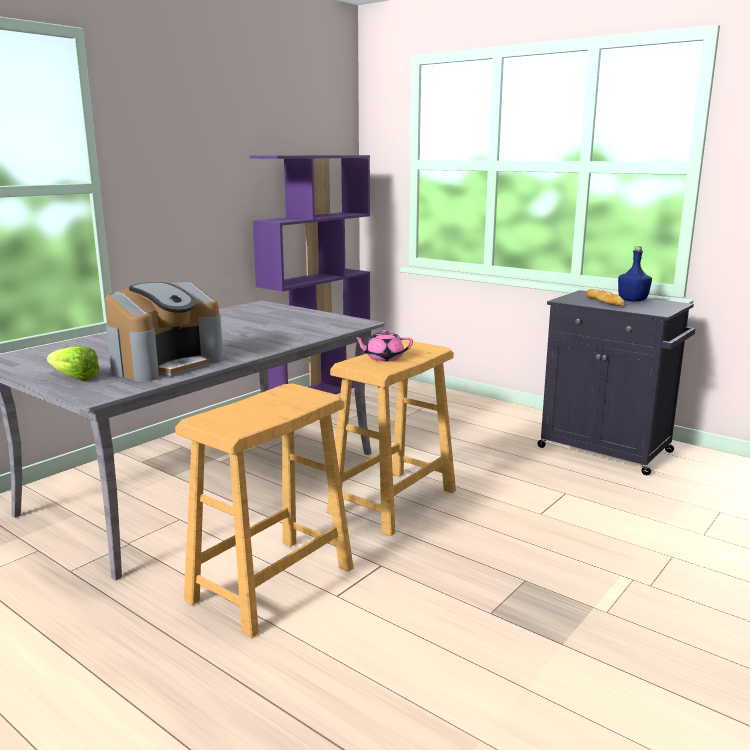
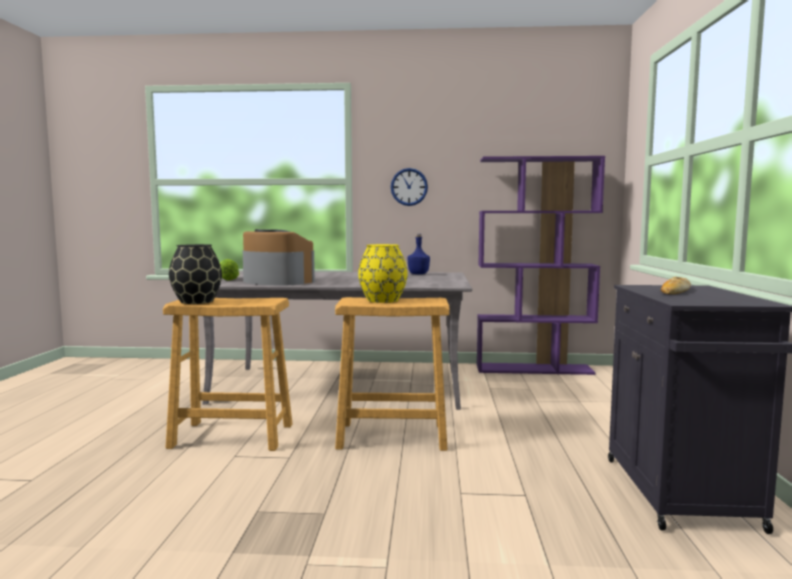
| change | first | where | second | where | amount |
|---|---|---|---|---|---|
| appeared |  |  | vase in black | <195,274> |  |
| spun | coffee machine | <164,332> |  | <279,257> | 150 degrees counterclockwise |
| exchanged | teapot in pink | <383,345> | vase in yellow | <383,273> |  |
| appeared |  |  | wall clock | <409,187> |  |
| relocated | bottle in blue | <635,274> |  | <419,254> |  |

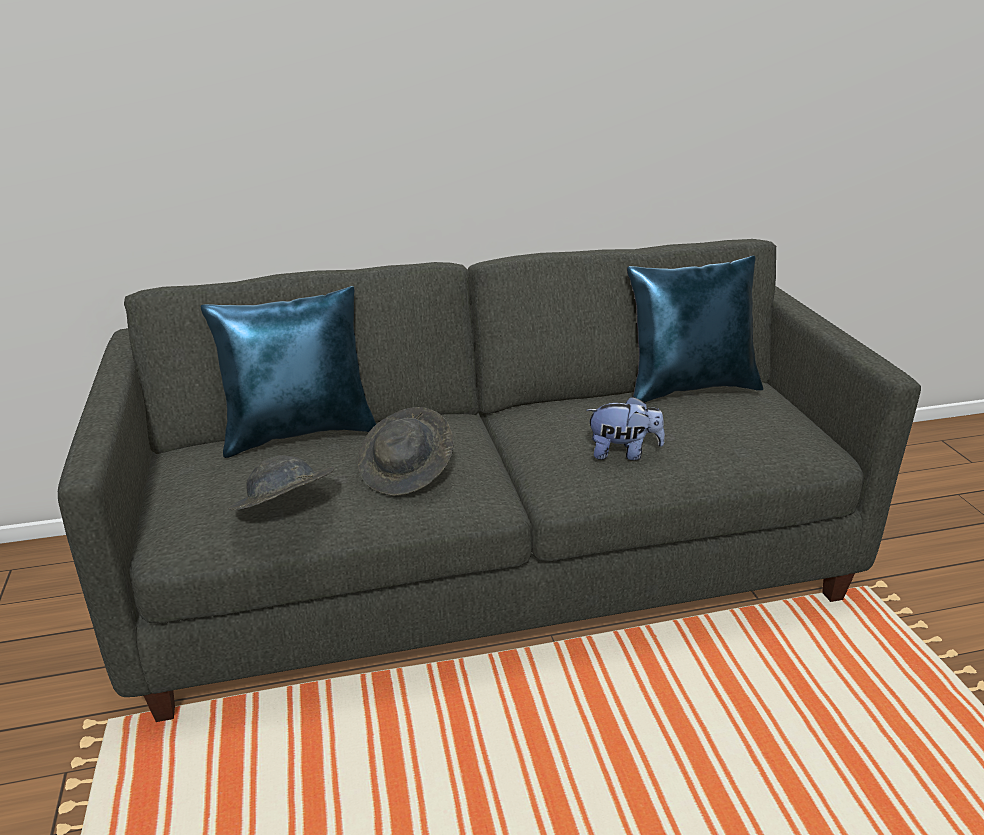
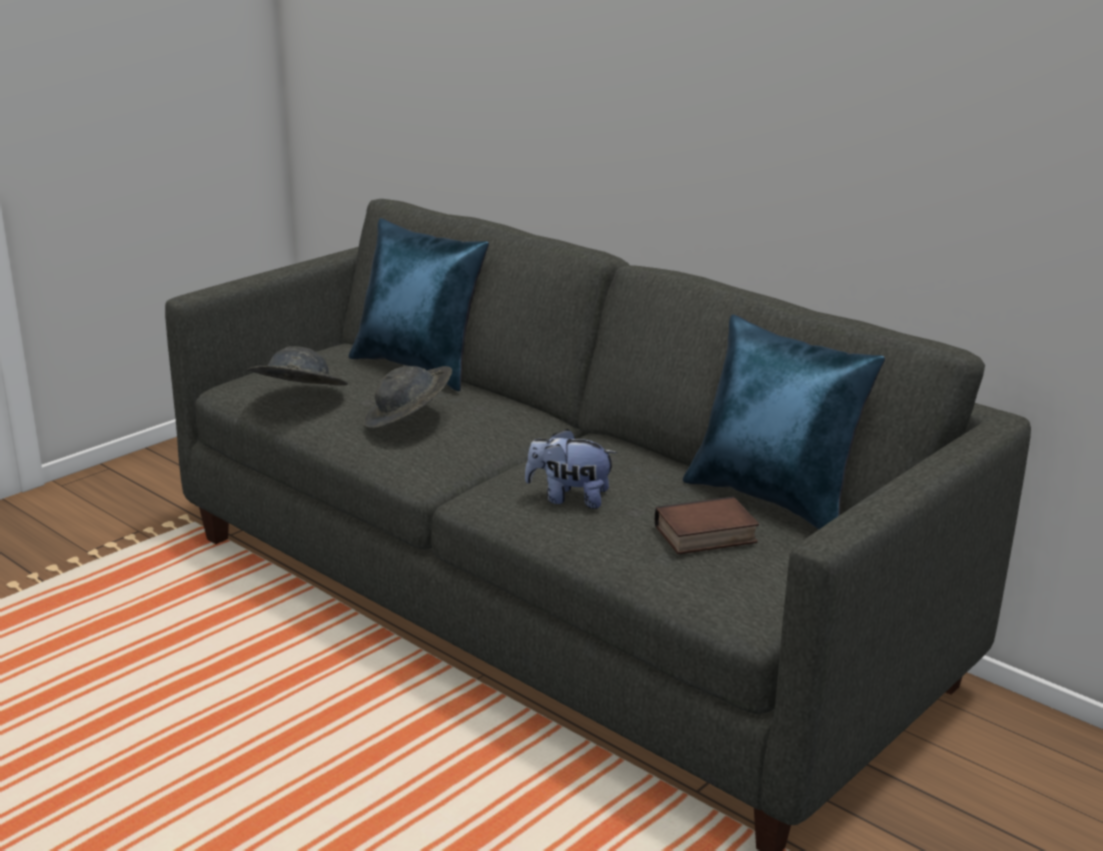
| change | first | where | second | where | amount |
|---|---|---|---|---|---|
| spun | plush toy | <625,428> |  | <571,469> | 135 degrees clockwise |
| appeared |  |  | book | <707,526> |  |

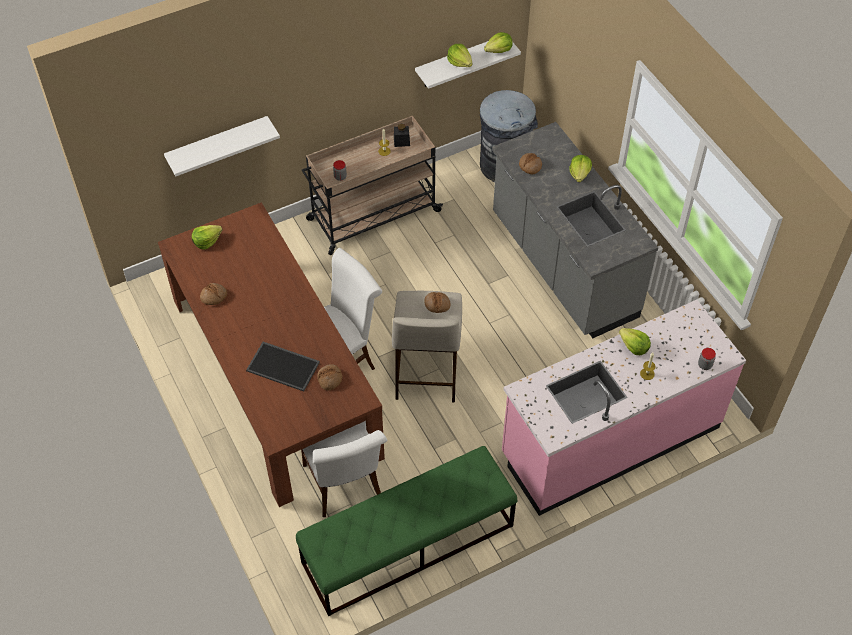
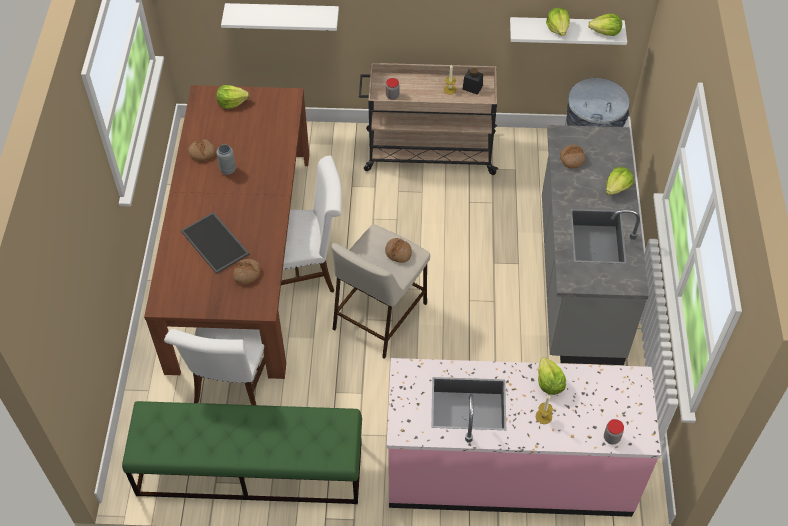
| change | first | where | second | where | amount |
|---|---|---|---|---|---|
| appeared |  |  | vase in grey | <226,159> |  |

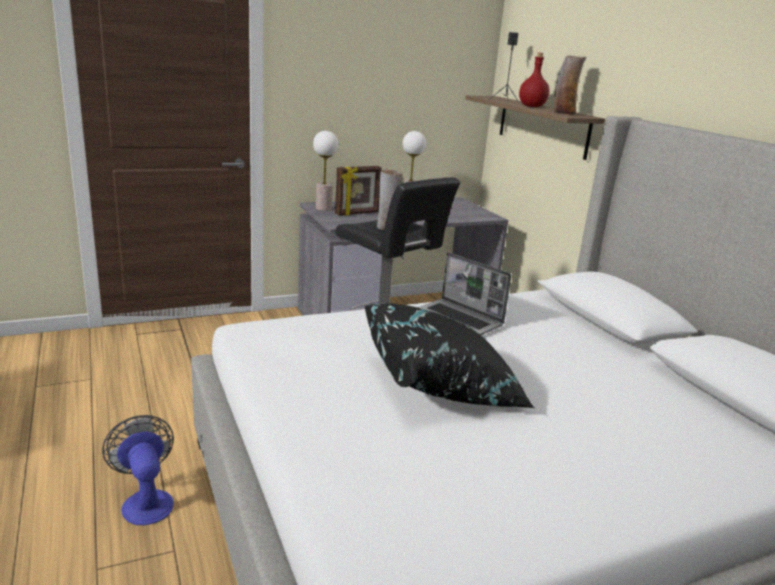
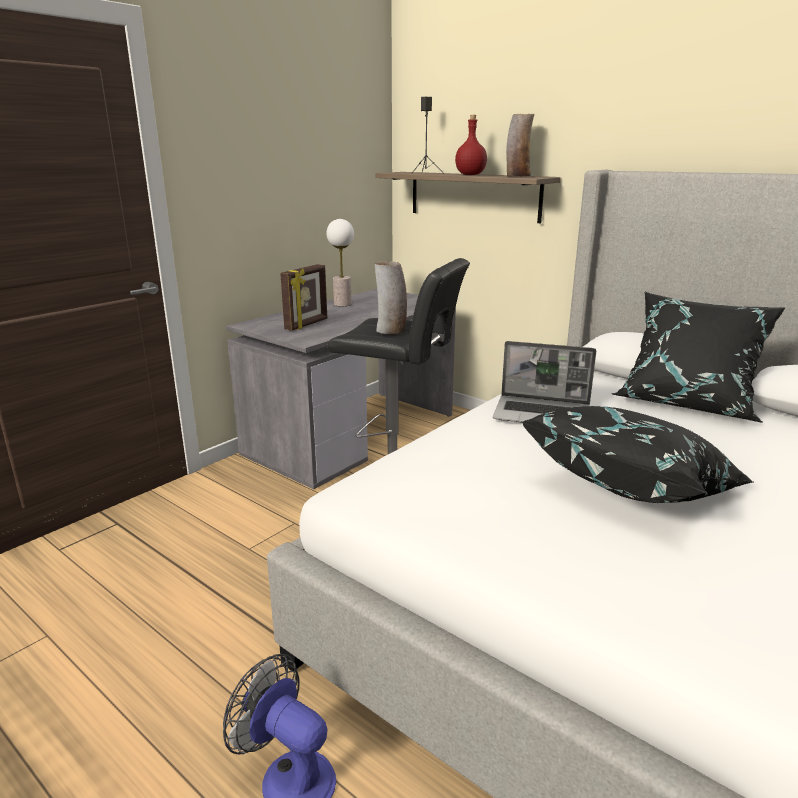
| change | first | where | second | where | amount |
|---|---|---|---|---|---|
| appeared |  |  | pillow in black | <698,357> |  |
| missing | table lamp | <326,171> |  |  |  |

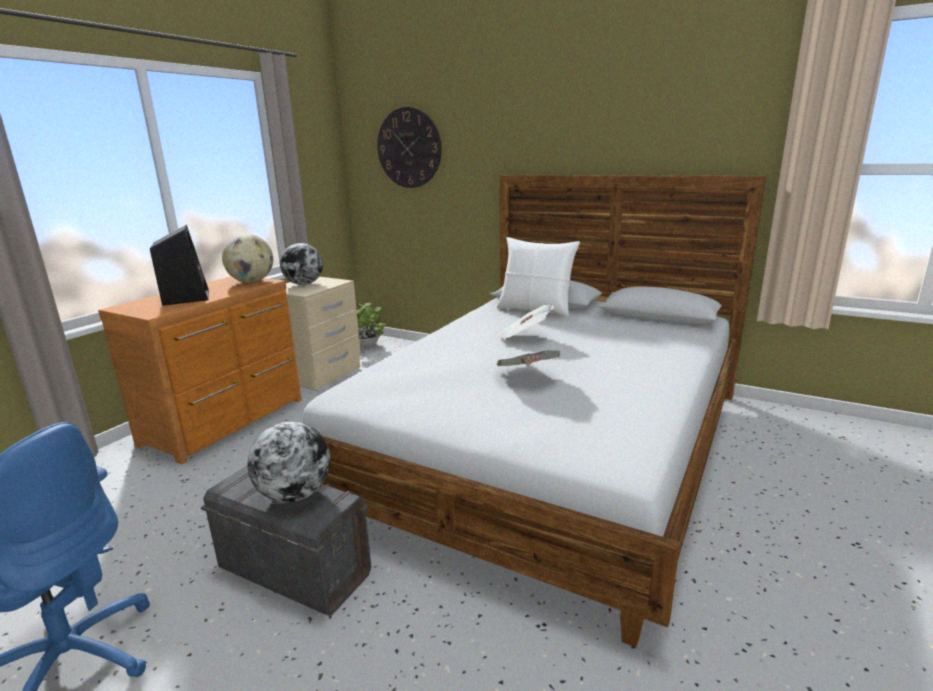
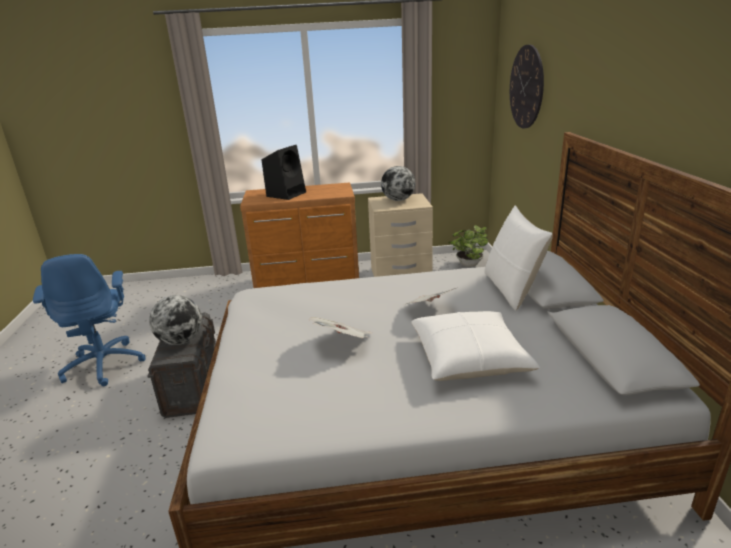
| change | first | where | second | where | amount |
|---|---|---|---|---|---|
| appeared |  |  | pillow in white | <475,346> |  |
| missing | globe | <247,258> |  |  |  |

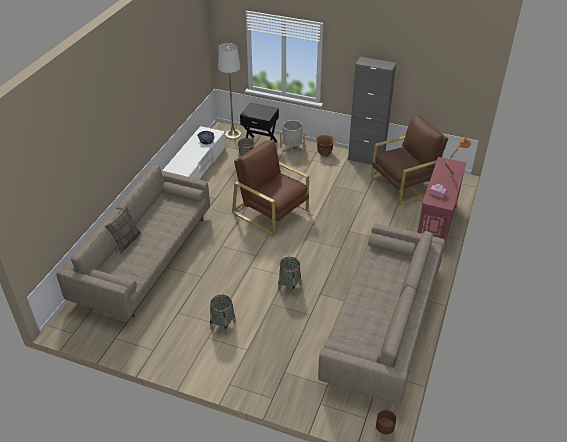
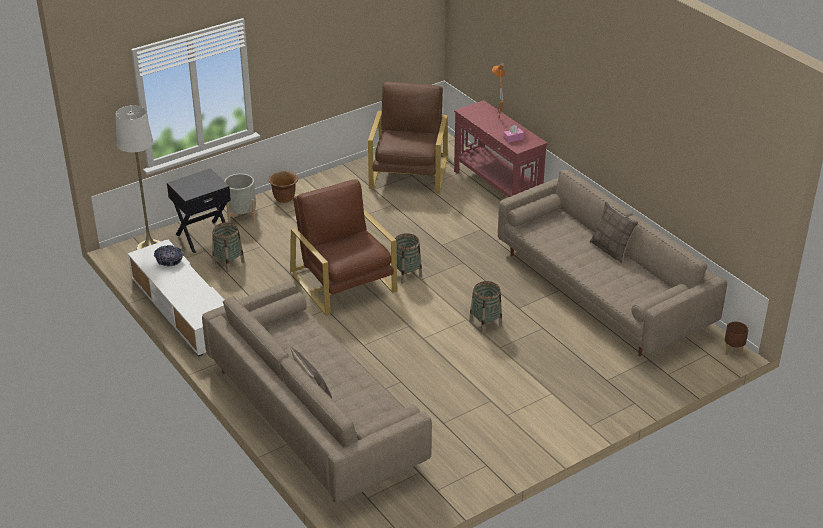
| change | first | where | second | where | amount |
|---|---|---|---|---|---|
| spun | armchair in brown | <270,188> |  | <343,247> | 75 degrees clockwise |
| relocated | basket | <223,315> |  | <408,258> |  |
| appeared |  |  | pillow | <614,232> |  |
| missing | cabinet in grey | <372,111> |  |  |  |

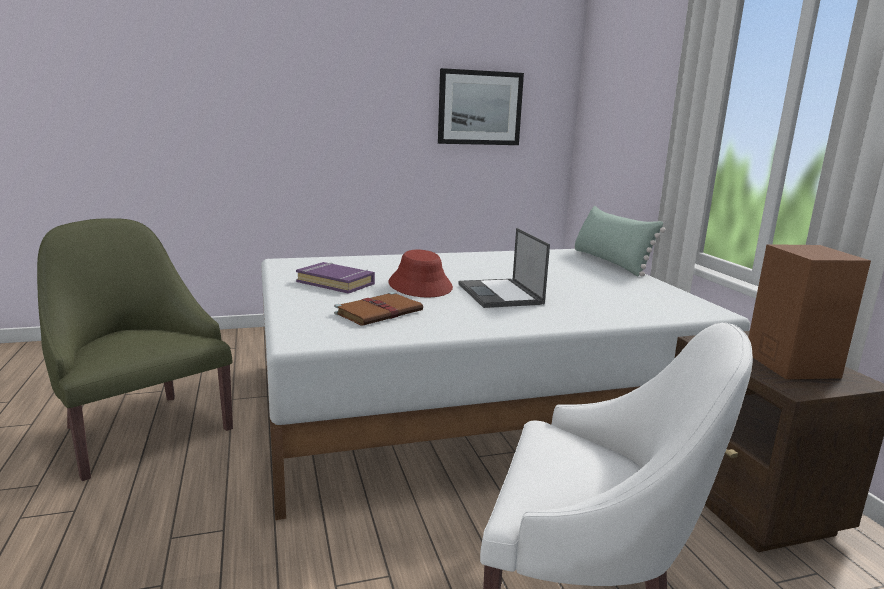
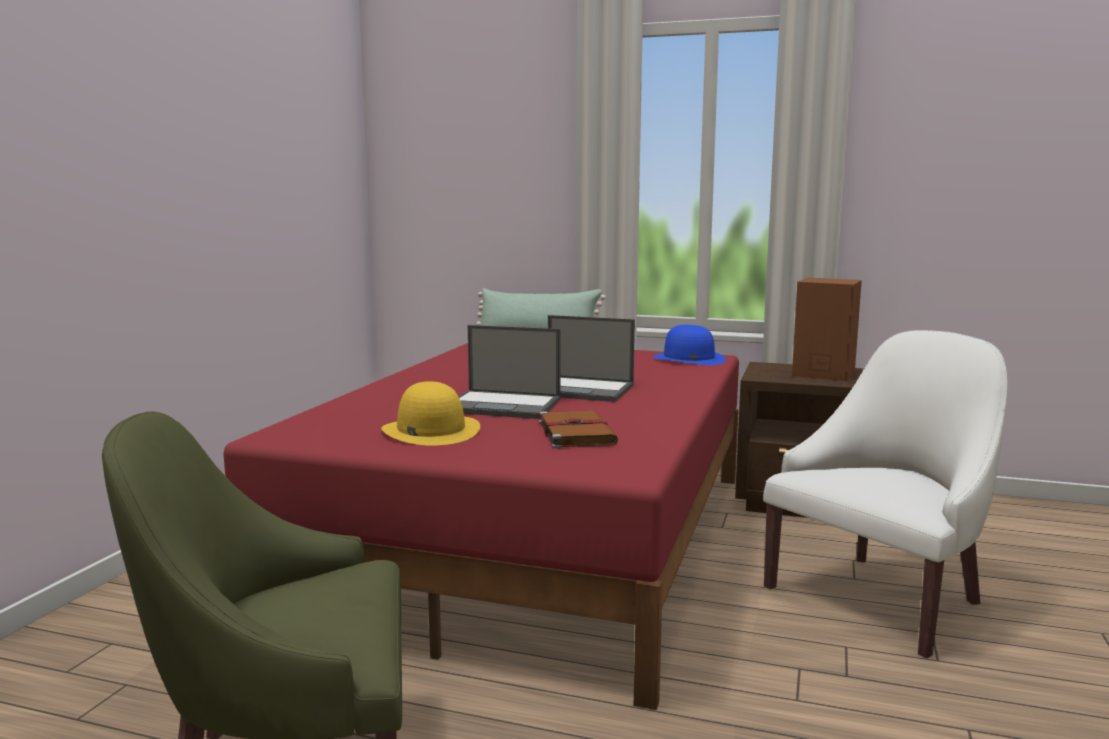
| change | first | where | second | where | amount |
|---|---|---|---|---|---|
| colour | bed in white | <505,384> | bed in red | <481,526> |  |
| exchanged | book in purple | <335,278> | hat in yellow | <430,413> |  |
| exchanged | hat in red | <420,273> | laptop | <509,372> |  |
| appeared |  |  | hat in blue | <689,345> |  |
| missing | picture | <481,106> |  |  |  |

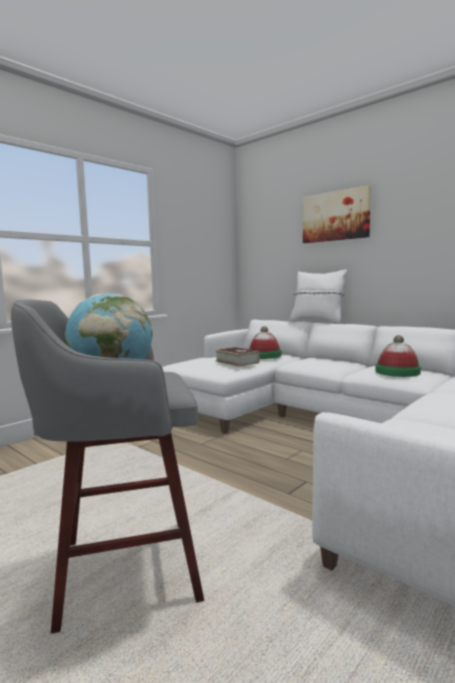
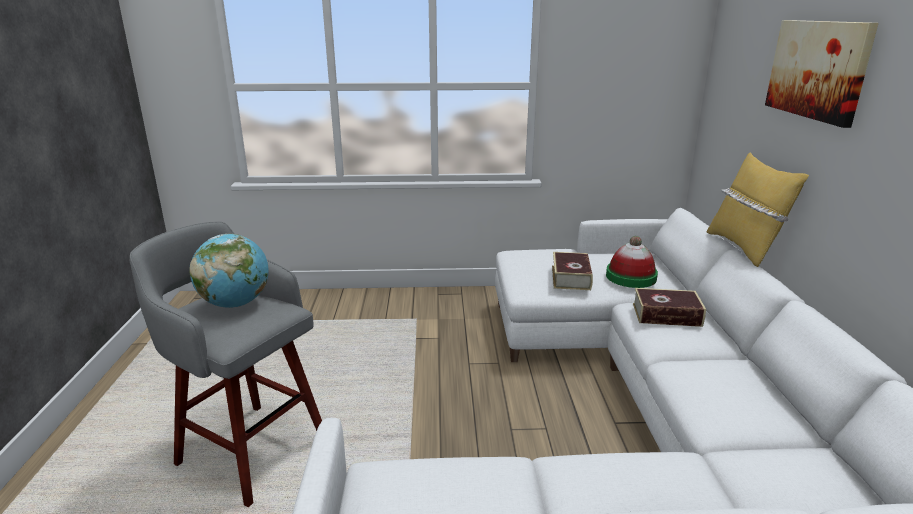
| change | first | where | second | where | amount |
|---|---|---|---|---|---|
| appeared |  |  | book | <669,307> |  |
| colour | pillow in white | <318,297> | pillow in yellow | <758,209> |  |
| missing | hat | <398,356> |  |  |  |

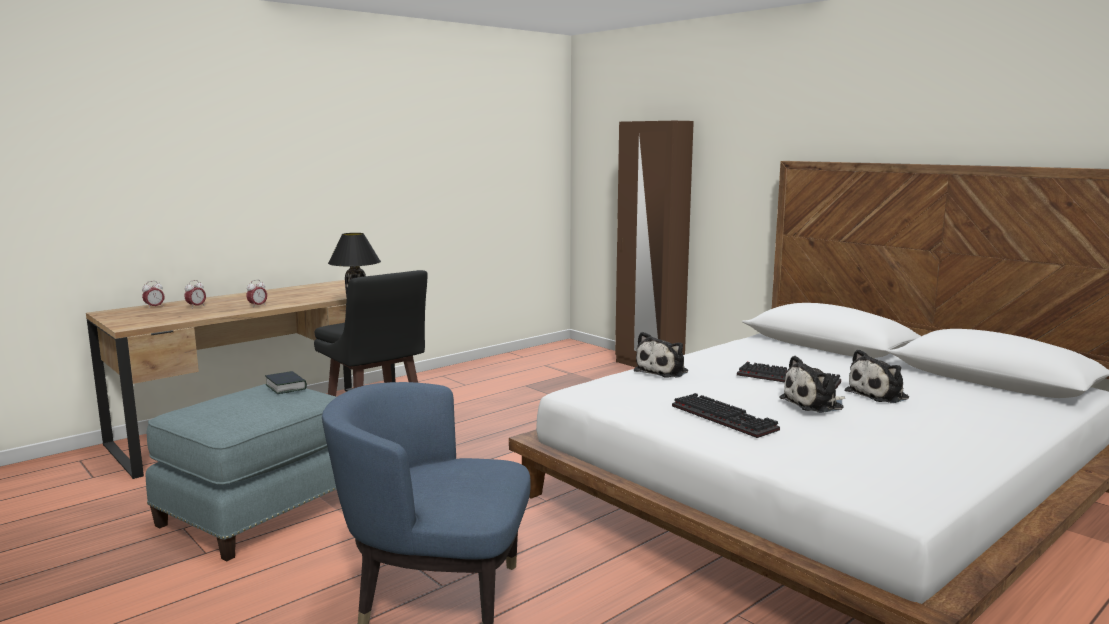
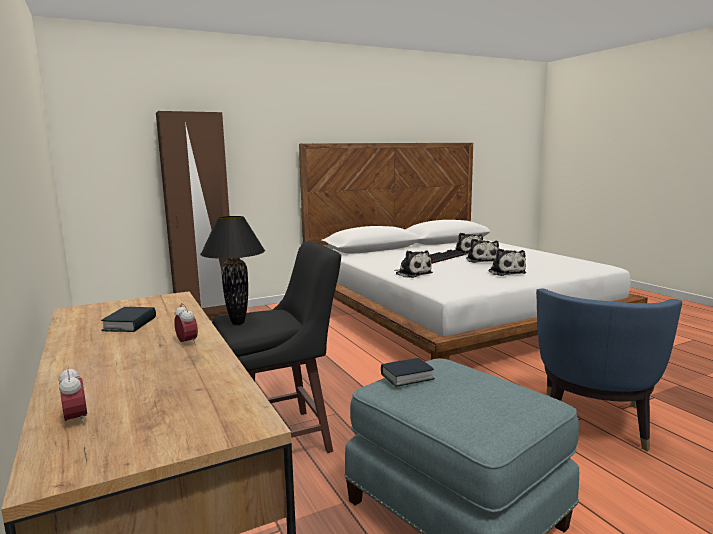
| change | first | where | second | where | amount |
|---|---|---|---|---|---|
| appeared |  |  | book | <128,319> |  |
| exchanged | keyboard | <726,415> | plush toy | <507,262> |  |
| missing | alarm clock | <195,294> |  |  |  |

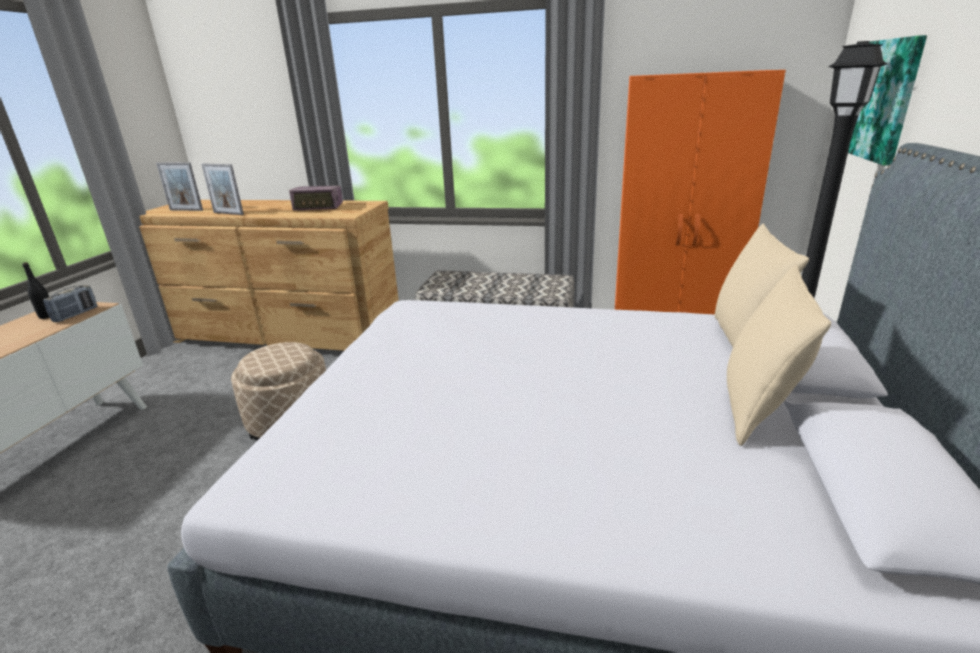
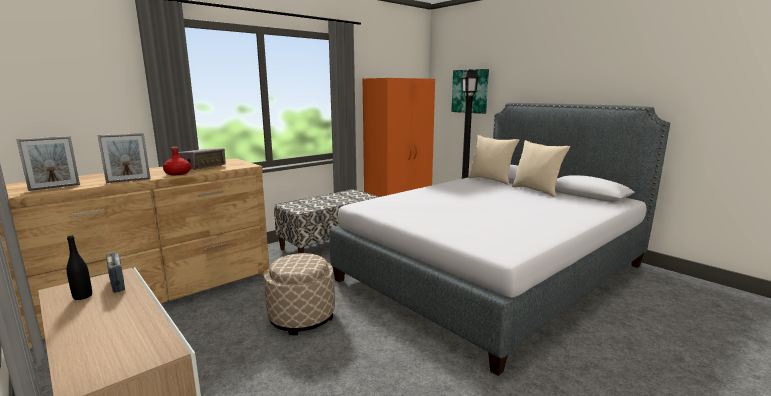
| change | first | where | second | where | amount |
|---|---|---|---|---|---|
| appeared |  |  | bottle in red | <177,161> |  |

